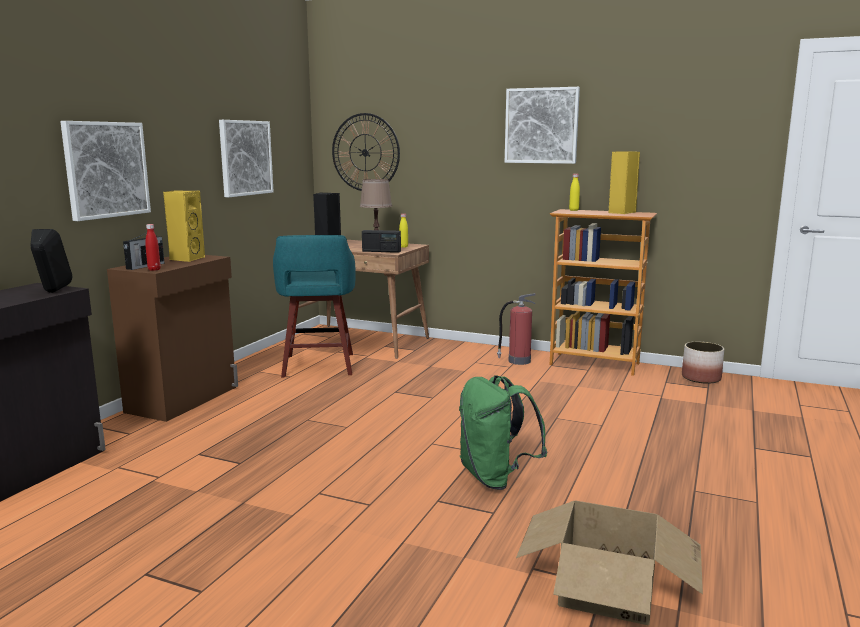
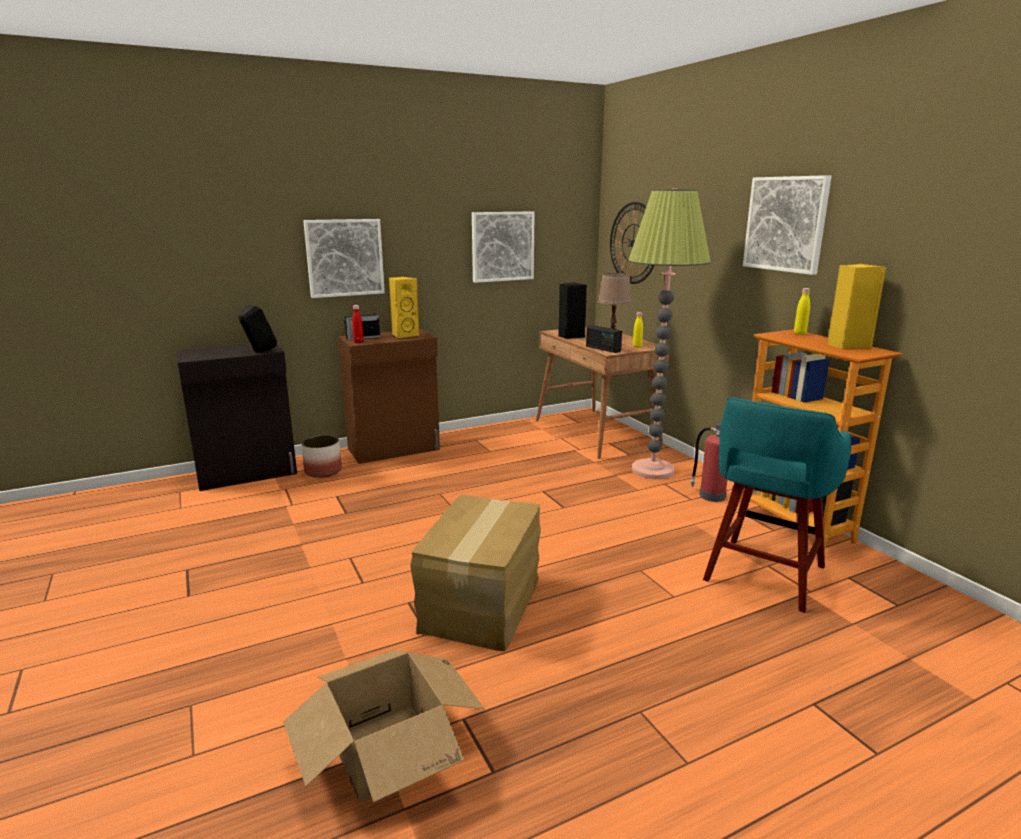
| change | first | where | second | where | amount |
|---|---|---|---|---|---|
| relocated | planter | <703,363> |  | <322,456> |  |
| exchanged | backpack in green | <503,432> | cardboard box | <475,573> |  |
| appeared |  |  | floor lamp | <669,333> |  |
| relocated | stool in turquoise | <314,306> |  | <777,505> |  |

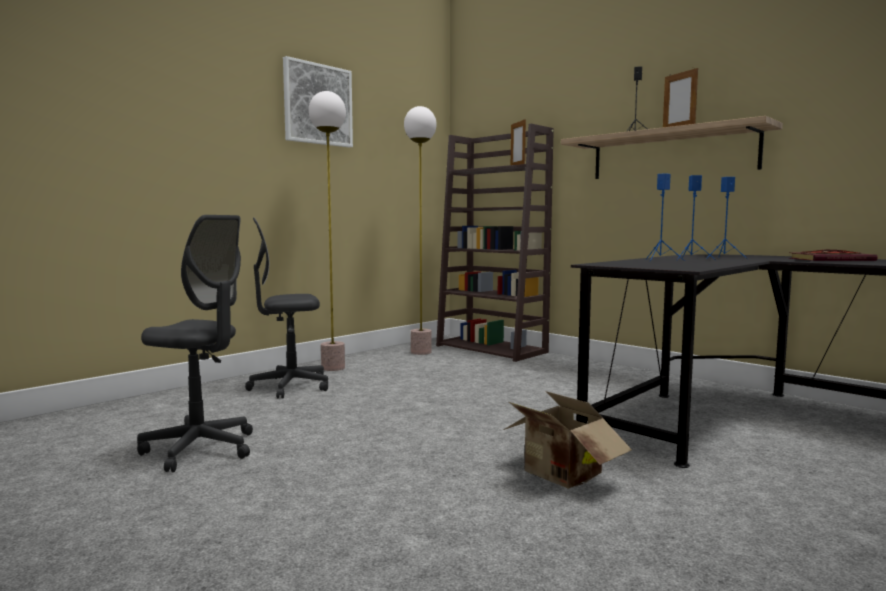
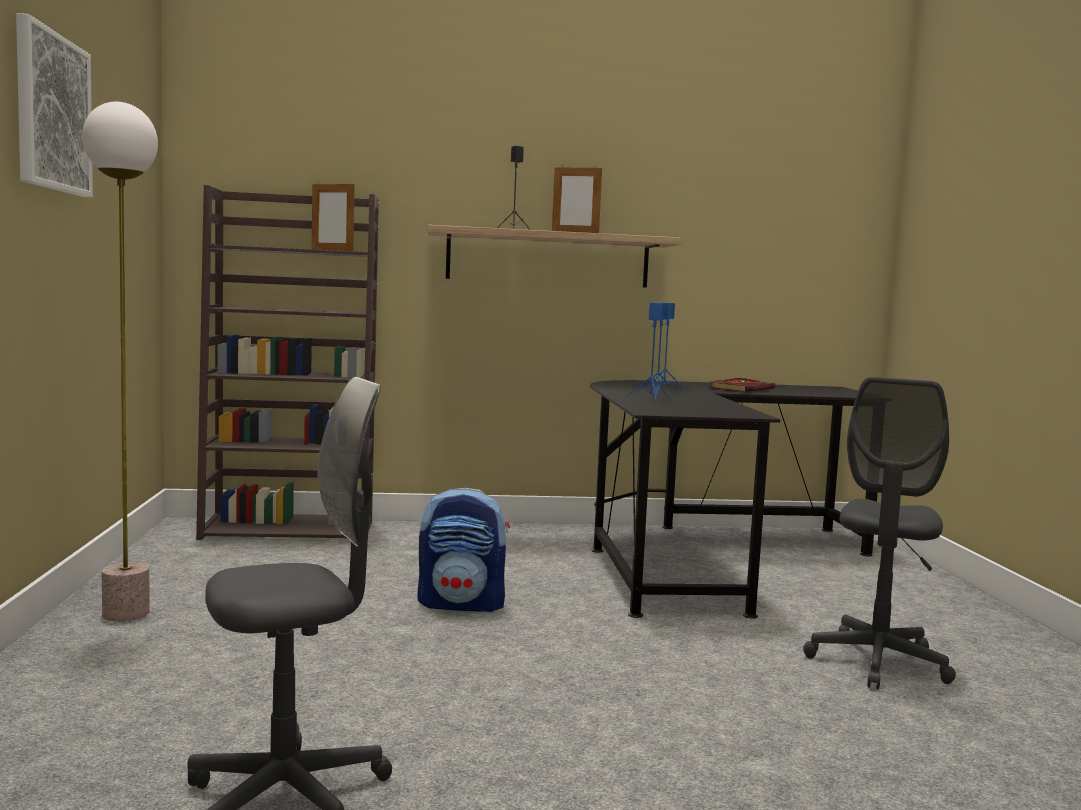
| change | first | where | second | where | amount |
|---|---|---|---|---|---|
| appeared |  |  | backpack | <463,550> |  |
| relocated | office chair in grey | <286,308> |  | <879,533> |  |
| missing | floor lamp | <420,230> |  |  |  |
| missing | cardboard box | <567,439> |  |  |  |

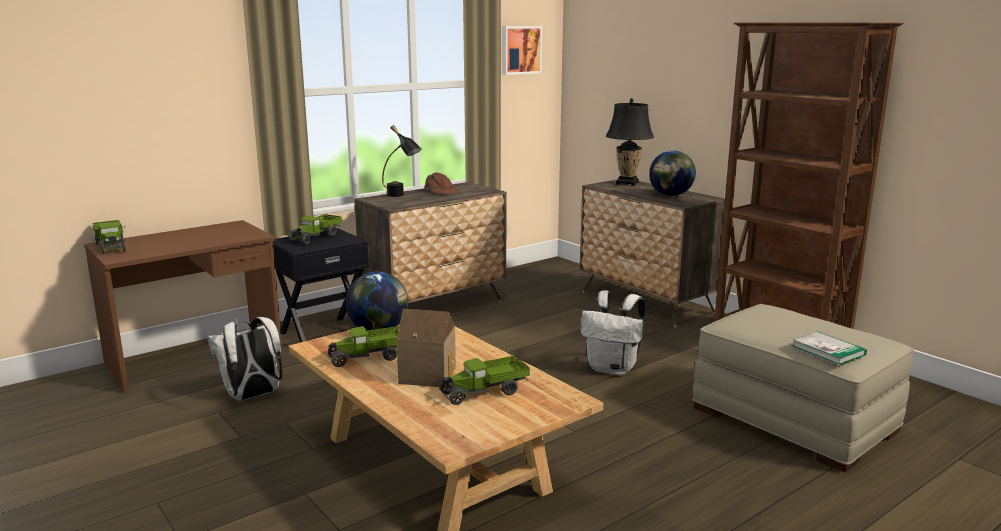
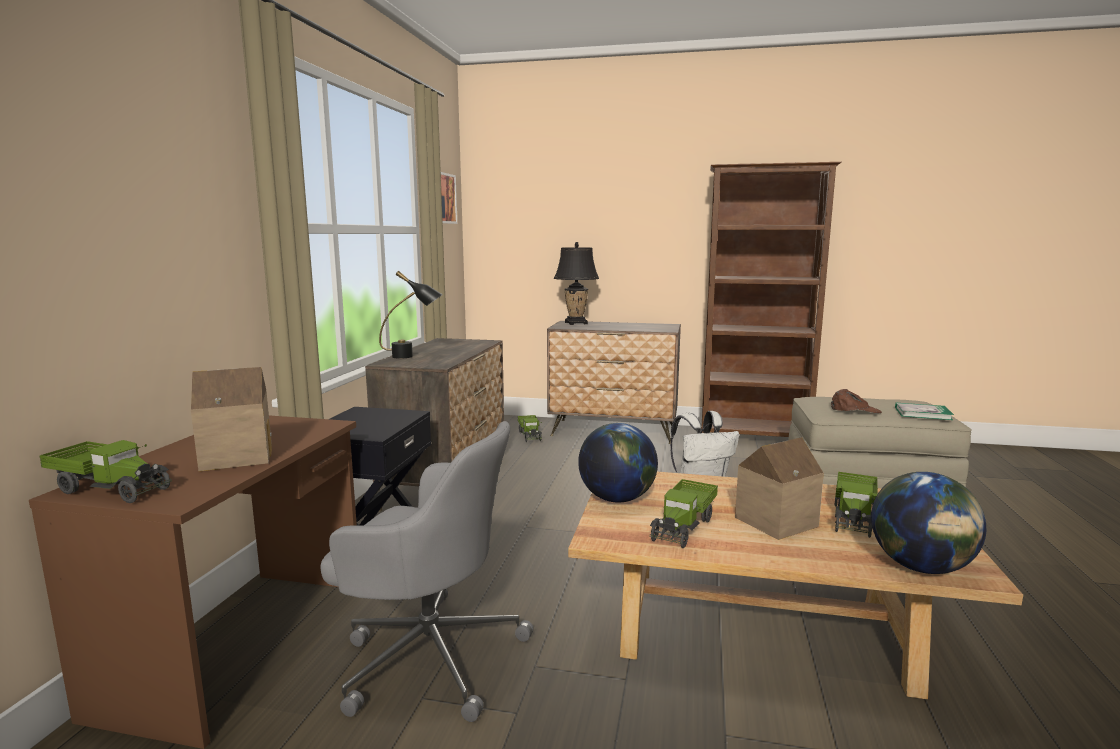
| change | first | where | second | where | amount |
|---|---|---|---|---|---|
| appeared |  |  | toy house | <231,419> |  |
| exchanged | backpack in white | <244,359> | office chair in grey | <427,571> |  |
| relocated | toy truck | <315,229> |  | <530,428> |  |
| relocated | cap in brown | <441,183> |  | <856,401> |  |
| relocated | globe | <672,173> |  | <928,523> |  |

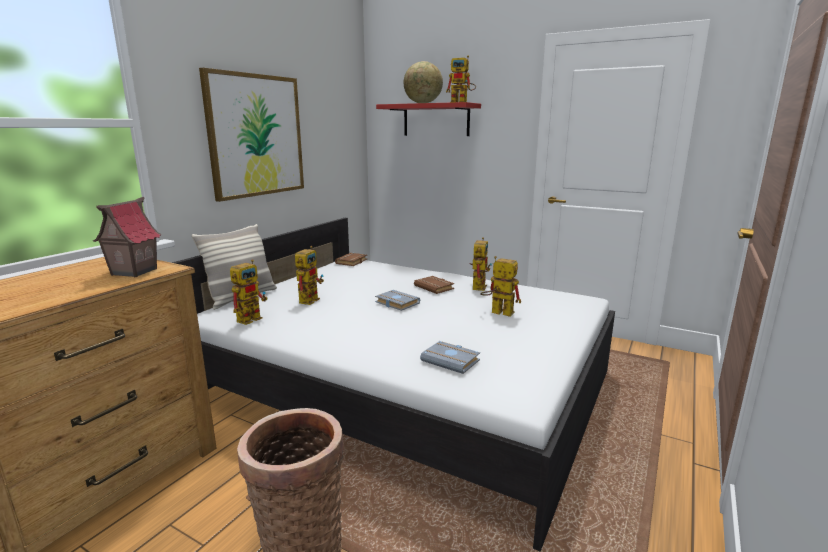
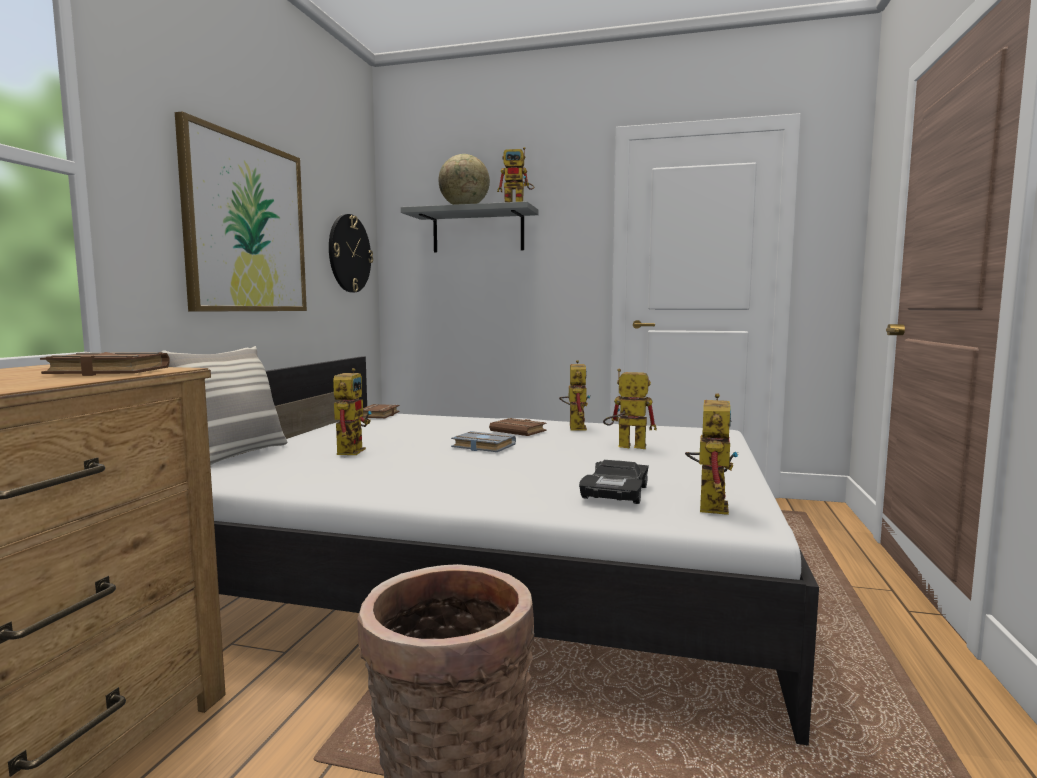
| change | first | where | second | where | amount |
|---|---|---|---|---|---|
| exchanged | toy house | <127,237> | book in brown | <105,364> |  |
| appeared |  |  | wall clock | <351,253> |  |
| colour | shelf in red | <428,119> | shelf in grey | <470,227> |  |
| exchanged | book in grey | <450,357> | toy car in black | <614,482> |  |
| relocated | toy robot | <249,292> |  | <712,454> |  |

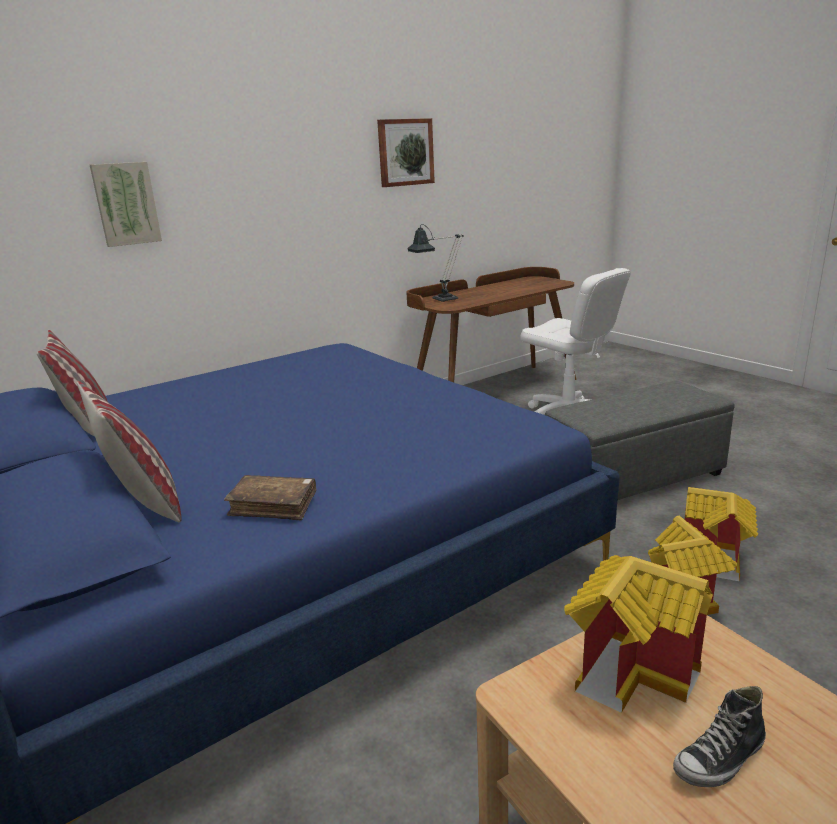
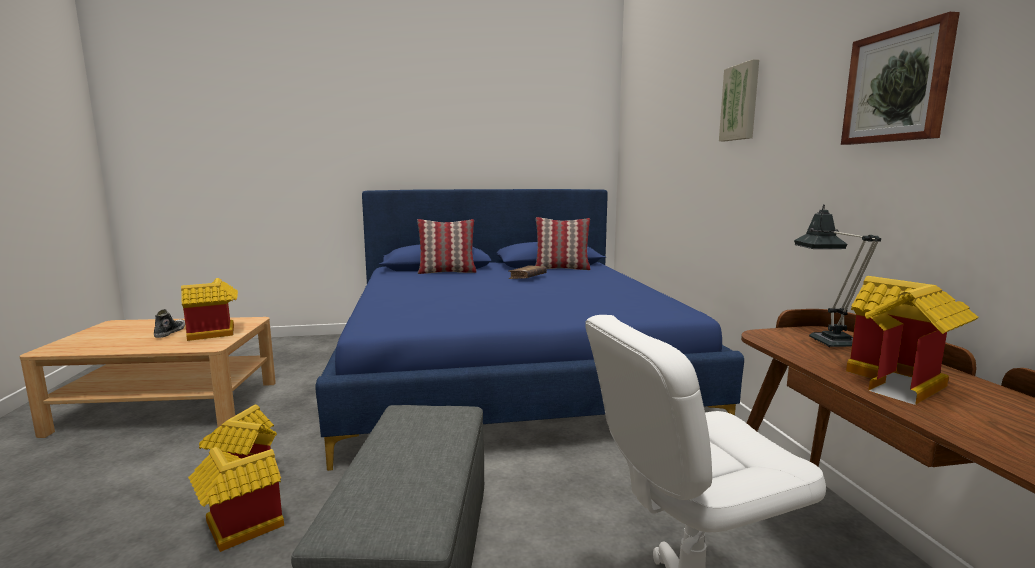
| change | first | where | second | where | amount |
|---|---|---|---|---|---|
| relocated | book in brown | <270,497> |  | <528,272> |  |
| relocated | picture | <126,204> |  | <739,100> |  |
| appeared |  |  | toy house | <912,340> |  |

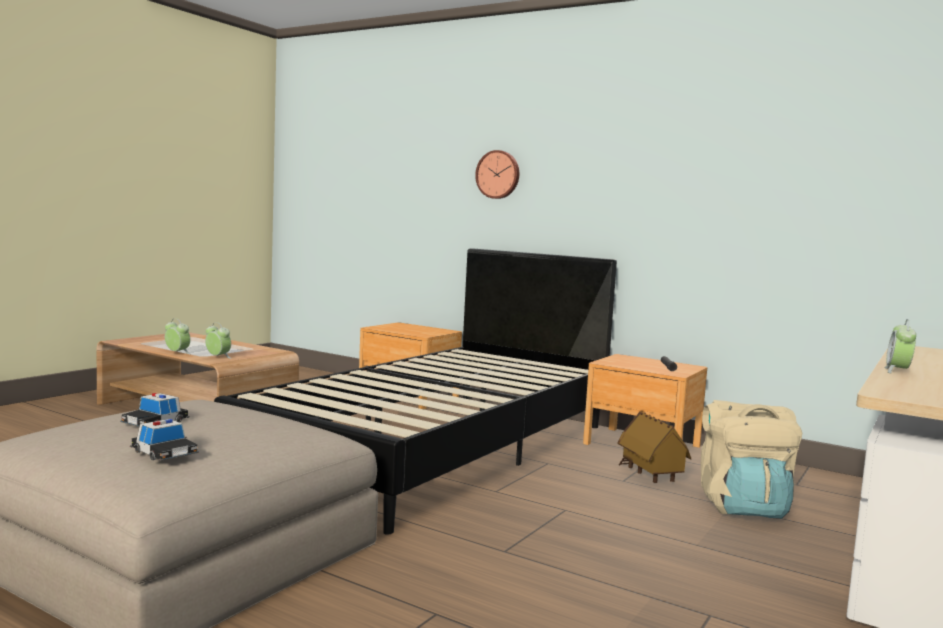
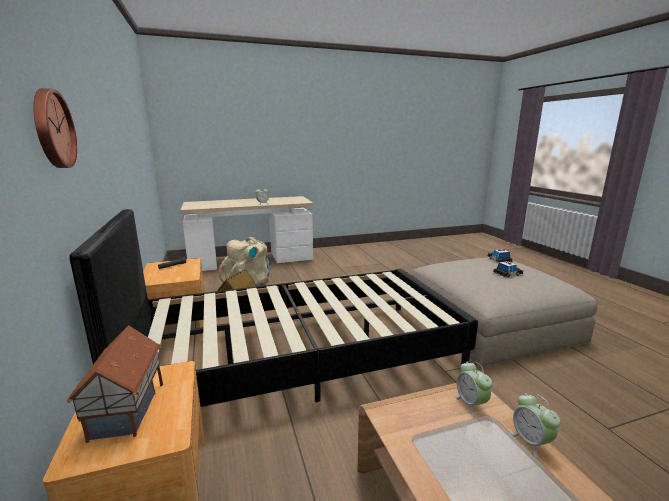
| change | first | where | second | where | amount |
|---|---|---|---|---|---|
| appeared |  |  | toy house | <115,384> |  |

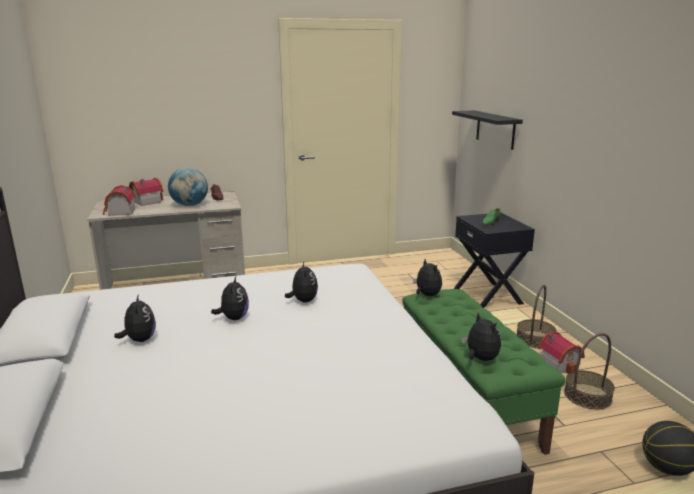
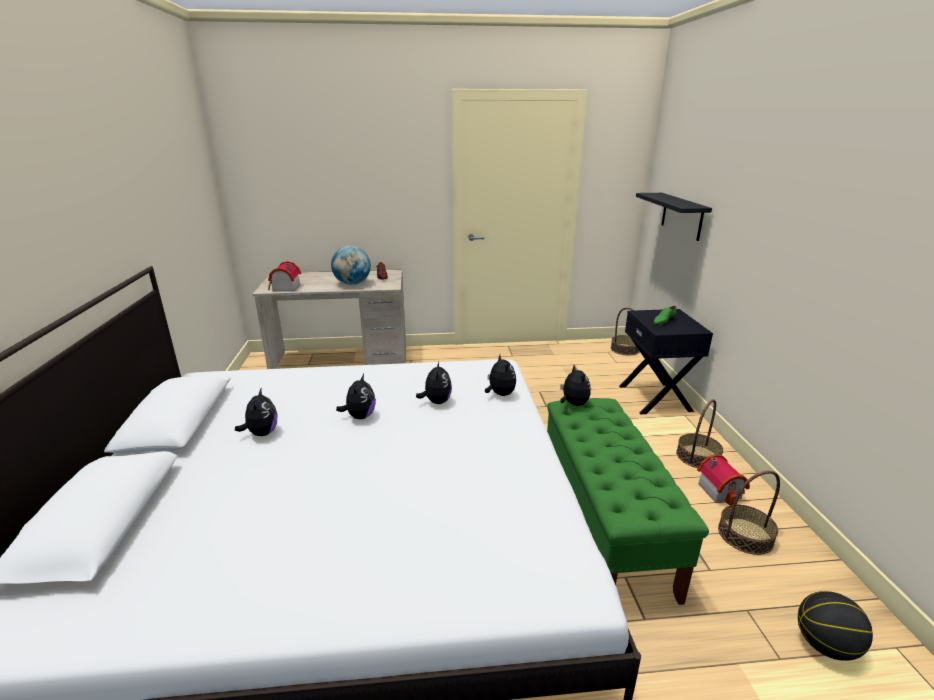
| change | first | where | second | where | amount |
|---|---|---|---|---|---|
| relocated | plush toy | <481,336> |  | <500,375> |  |
| appeared |  |  | basket | <625,331> |  |
| missing | toy house | <146,192> |  |  |  |

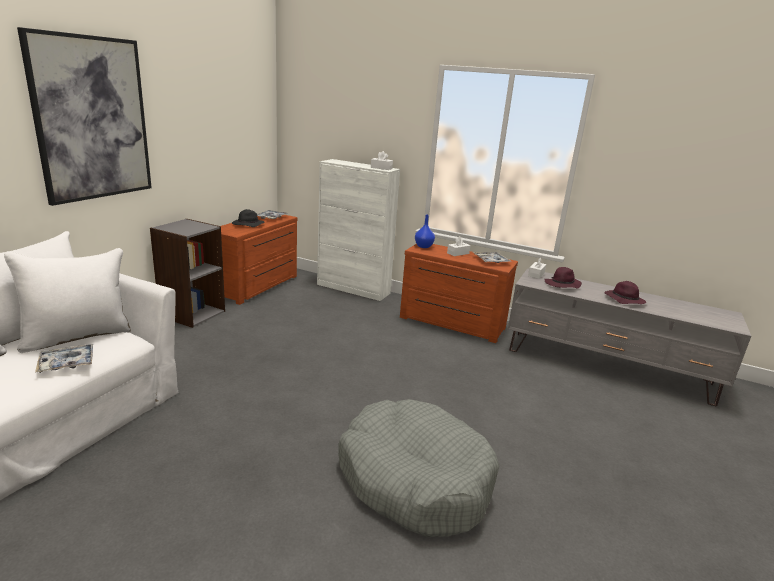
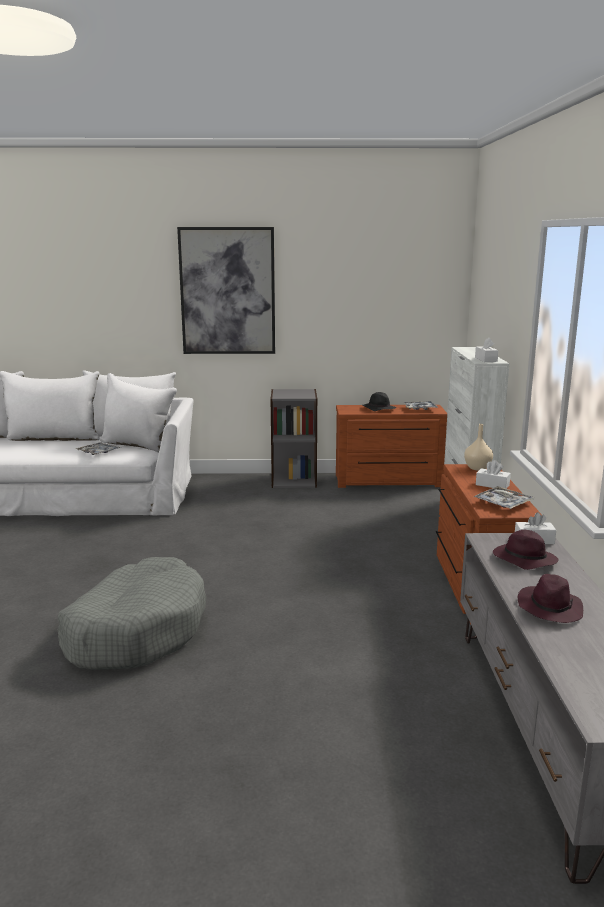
| change | first | where | second | where | amount |
|---|---|---|---|---|---|
| colour | vase in blue | <425,231> | vase in beige | <478,447> |  |

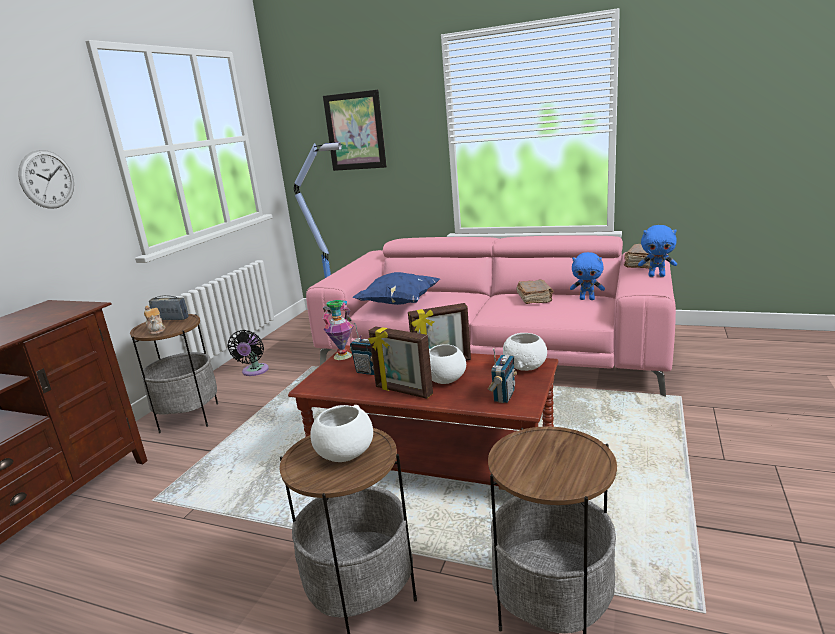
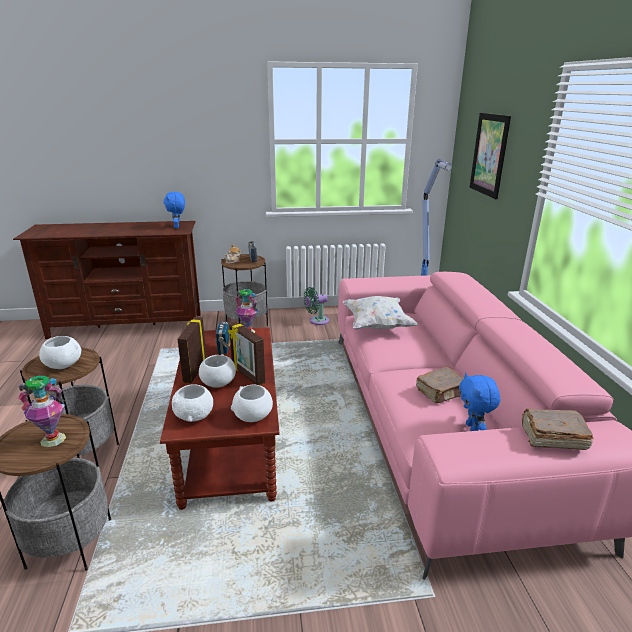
| change | first | where | second | where | amount |
|---|---|---|---|---|---|
| appeared |  |  | vase | <42,411> |  |
| relocated | plush toy in blue | <657,251> |  | <174,210> |  |
| exchanged | radio | <502,375> | bowl in white | <192,403> |  |
| colour | fan in black | <248,353> | fan in green | <316,306> |  |
| colour | pillow in blue | <396,288> | pillow in white | <381,313> |  |
| missing | wall clock | <46,179> |  |  |  |

